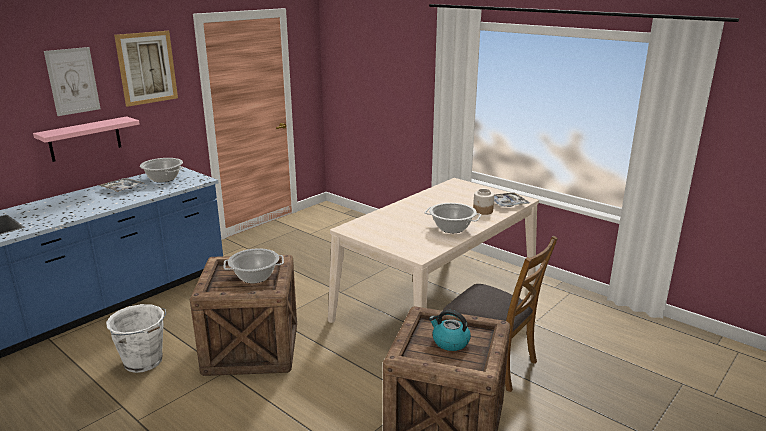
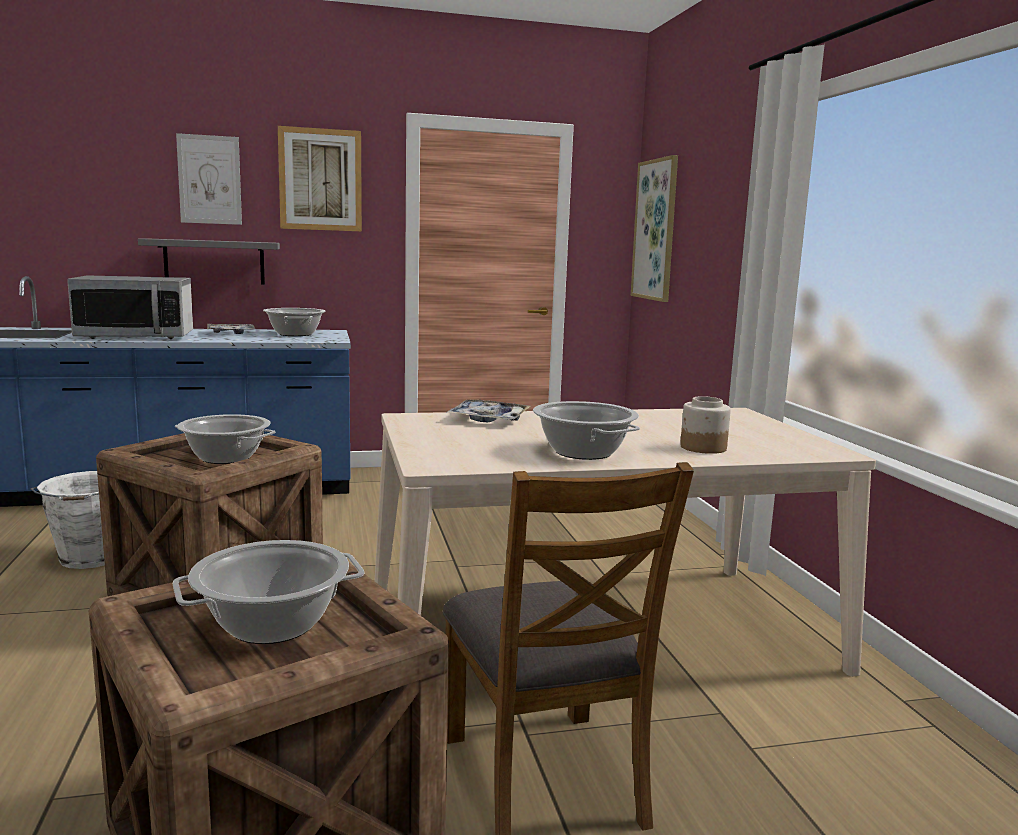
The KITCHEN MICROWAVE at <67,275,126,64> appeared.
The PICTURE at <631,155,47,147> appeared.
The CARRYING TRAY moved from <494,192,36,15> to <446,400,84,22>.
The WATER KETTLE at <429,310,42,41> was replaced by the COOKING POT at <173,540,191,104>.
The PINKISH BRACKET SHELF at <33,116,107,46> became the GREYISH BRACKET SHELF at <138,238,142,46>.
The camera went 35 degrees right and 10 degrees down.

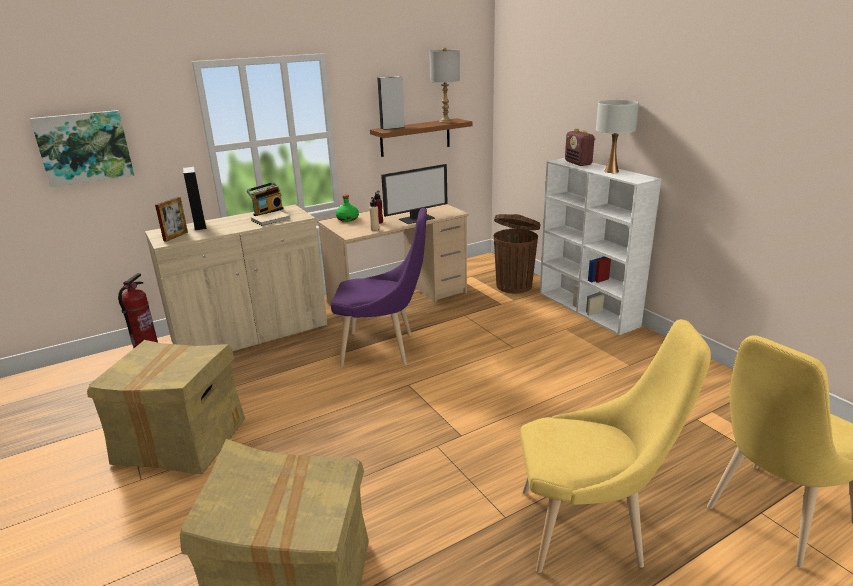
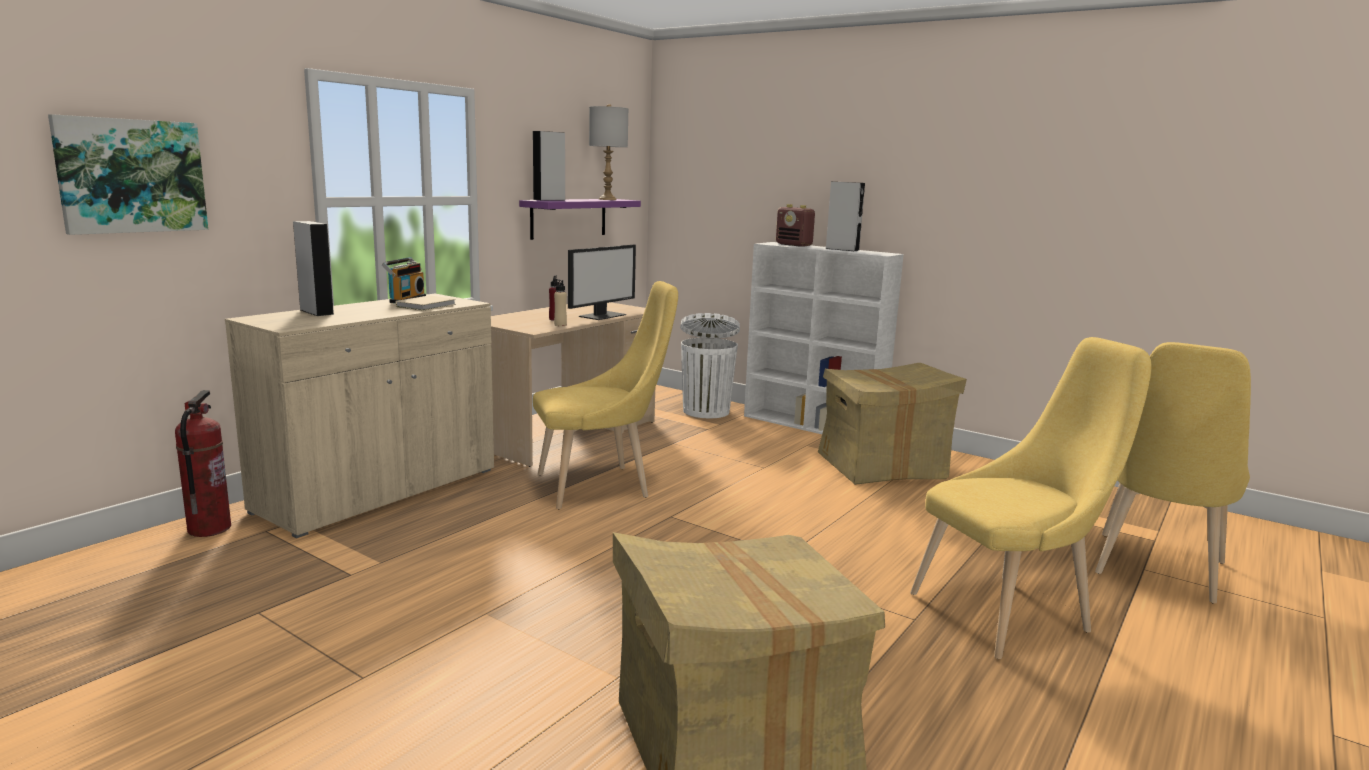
The STANDING FRAME at <155,197,33,45> disappeared.
The GREENISH BEVERAGE BOTTLE at <336,195,23,27> disappeared.
The CARDBOARD BOX moved from <87,340,158,134> to <818,363,149,122>.
The WHITISH TABLE LAMP at <596,100,43,73> was replaced by the GREYISH LOUDSPEAKER at <826,182,39,69>.
The PURPLISH PLAIN CHAIR at <331,208,96,159> became the YELLOW PLAIN CHAIR at <533,281,145,228>.
The BROWN-COLOURED BRACKET SHELF at <370,118,103,39> became the PURPLISH BRACKET SHELF at <519,199,122,41>.
The BROWN-COLOURED WASTE BIN at <494,214,46,79> became the WHITISH WASTE BIN at <680,313,60,105>.
The camera went 25 degrees left and 10 degrees down.

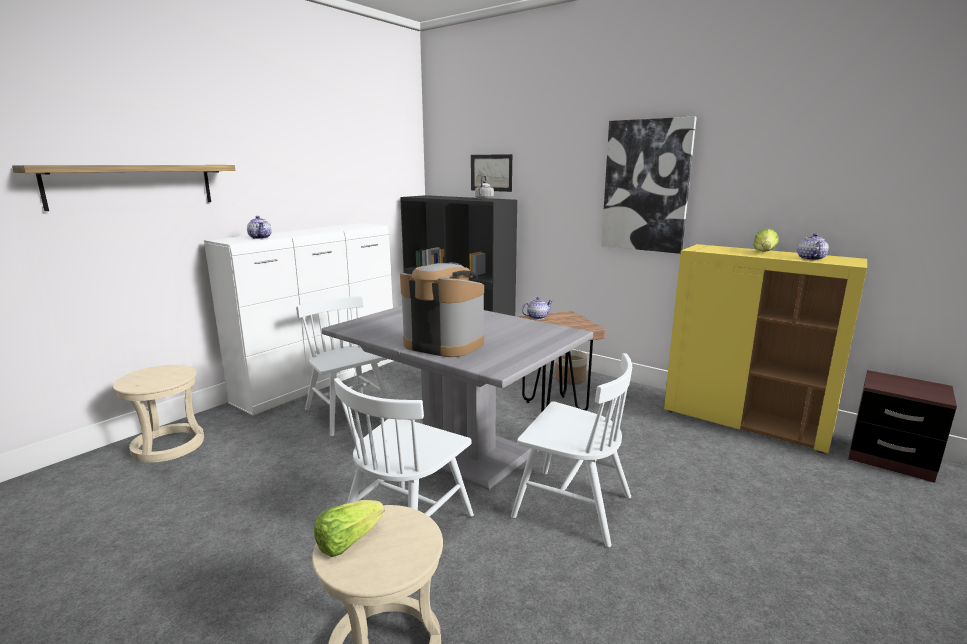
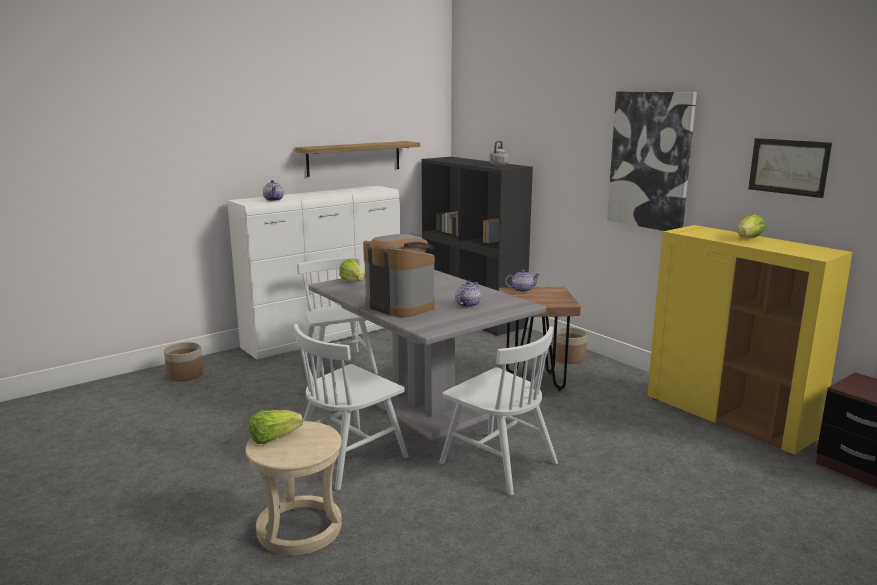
The LETTUCE HEAD at <339,259,25,23> appeared.
The BRACKET SHELF moved from <12,165,223,46> to <295,141,125,36>.
The PICTURE moved from <471,154,41,38> to <748,138,84,60>.
The TEAPOT moved from <797,233,32,28> to <455,281,26,27>.
The BEIGE STOOL at <113,365,91,98> was replaced by the FLOWER POT at <164,342,39,40>.
The camera went 15 degrees right and 0 degrees up.

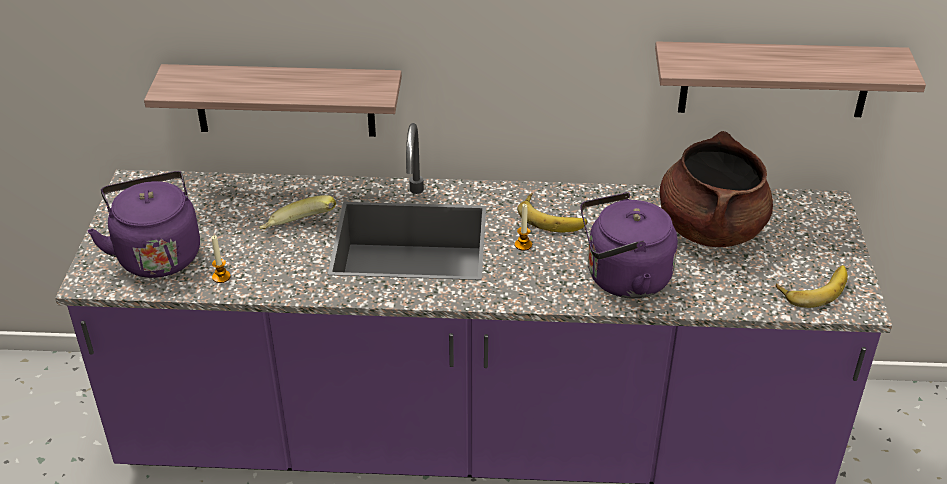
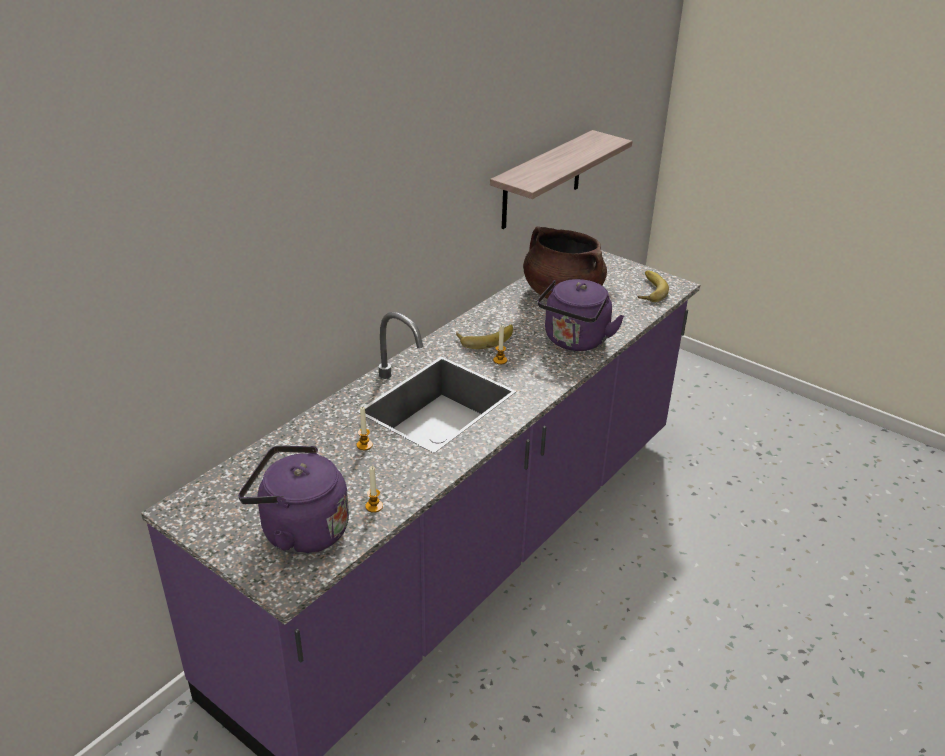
The BRACKET SHELF at <144,64,258,73> disappeared.
The BANANA at <259,195,77,35> was replaced by the WAX LIGHT at <356,406,17,44>.
The camera went 55 degrees left and 5 degrees down.

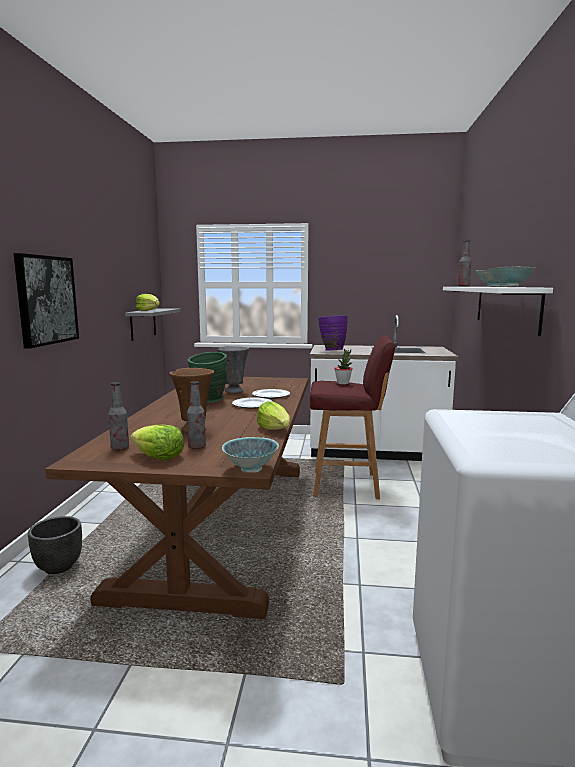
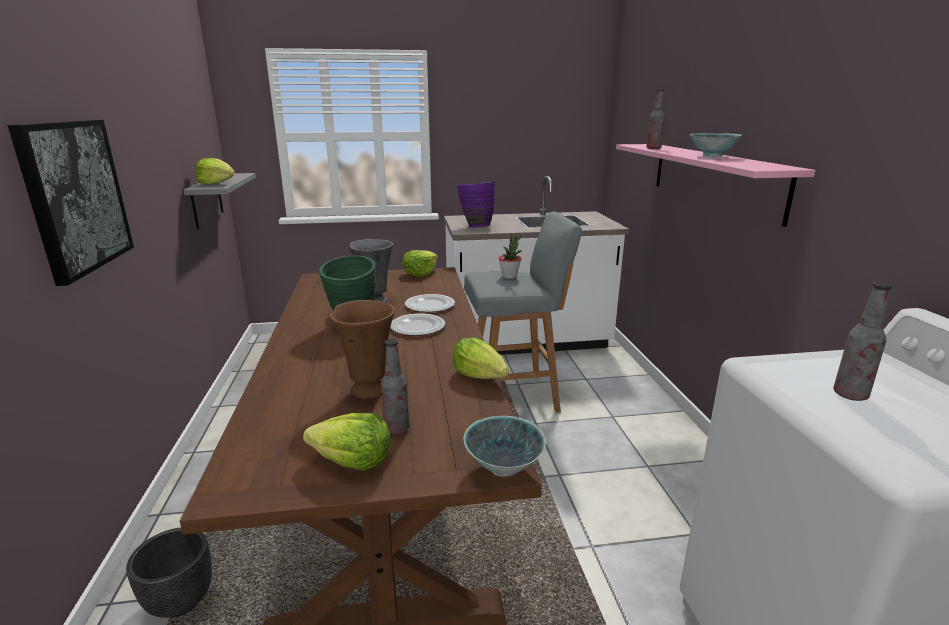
The BOWL at <487,267,49,20> disappeared.
The LETTUCE HEAD at <402,250,36,27> appeared.
The BEVERAGE BOTTLE moved from <108,382,21,69> to <833,282,59,119>.
The RED STOOL at <310,336,85,163> became the GREYISH STOOL at <464,212,118,201>.
The WHITISH BRACKET SHELF at <443,287,110,49> became the PINKISH BRACKET SHELF at <616,144,199,83>.
The camera went 15 degrees left and 10 degrees up.

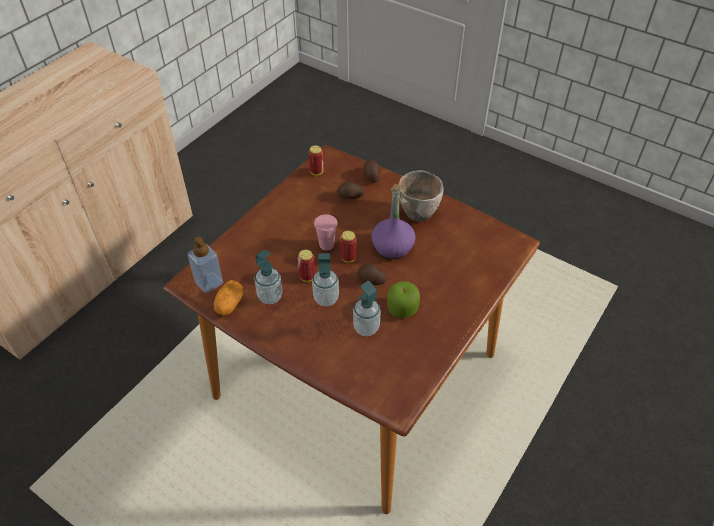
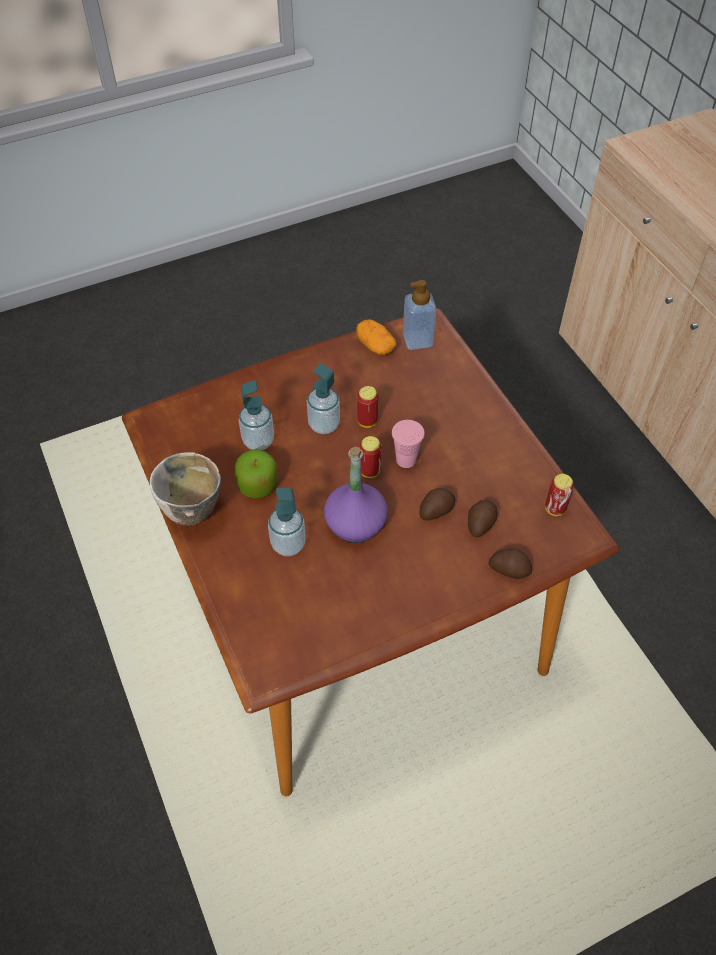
The LIQUID SOAP BOTTLE moved from <255,250,27,54> to <268,488,38,68>.
The POTATO moved from <358,264,29,21> to <419,488,36,33>.
The BOWL moved from <399,170,44,52> to <150,452,71,74>.
The camera went 120 degrees right and 5 degrees up.

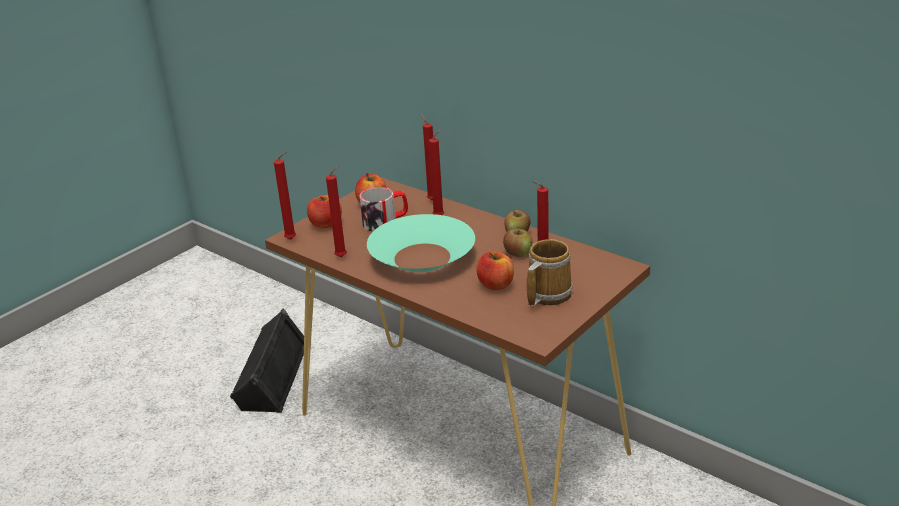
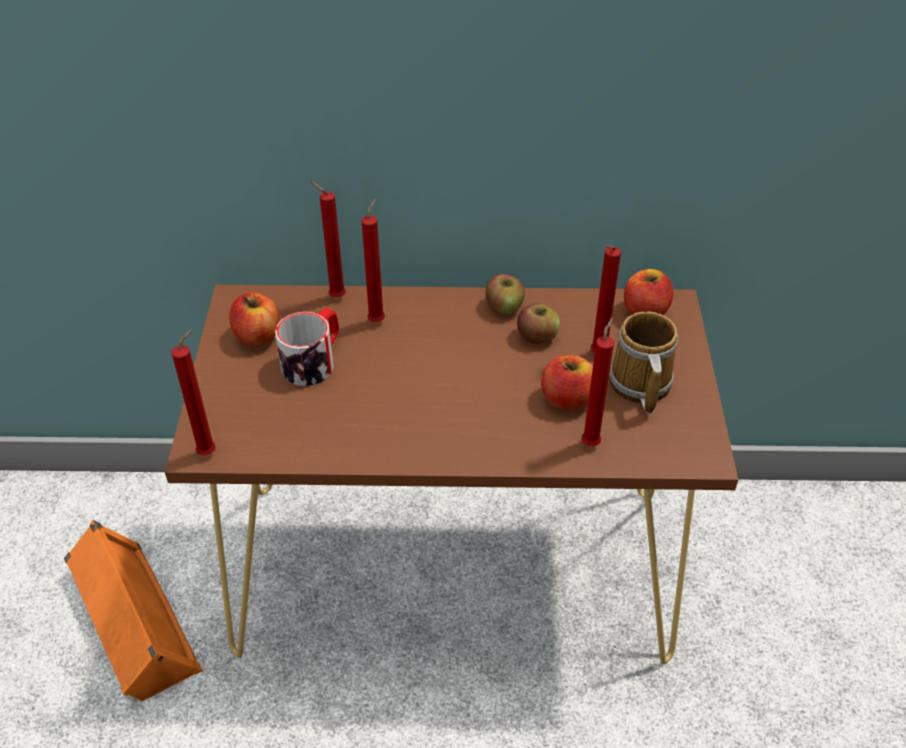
The BLUE-GREEN BOWL at <367,214,108,58> disappeared.
The APPLE moved from <307,195,35,33> to <624,269,50,46>.
The RED WAX LIGHT moved from <326,165,21,92> to <581,317,33,129>.
The BLACKISH LOUDSPEAKER at <230,308,74,105> became the ORANGEY LOUDSPEAKER at <64,520,139,181>.
The camera went 40 degrees left and 15 degrees up.

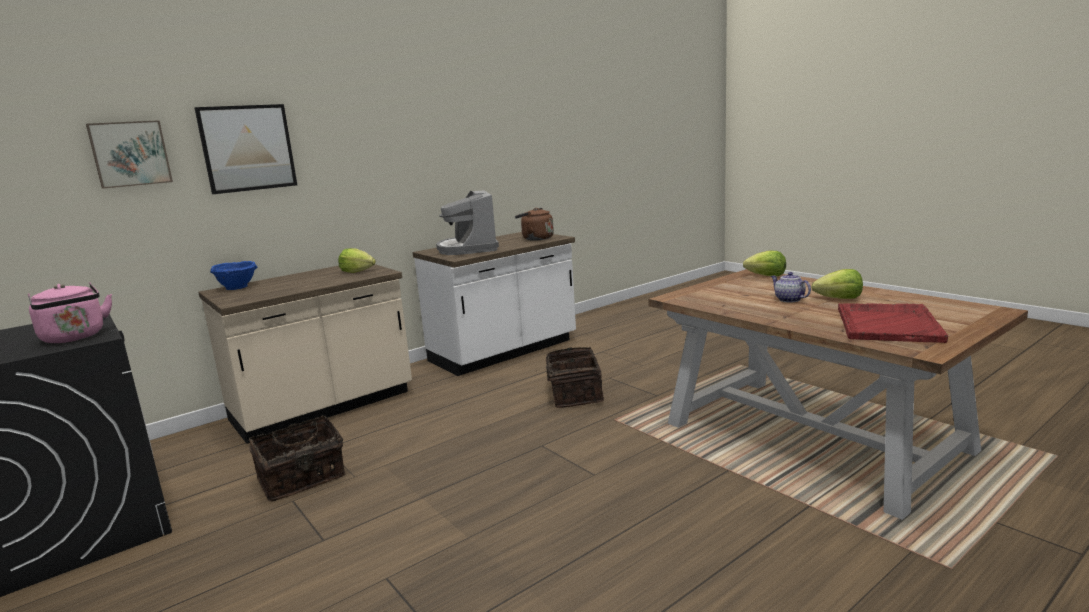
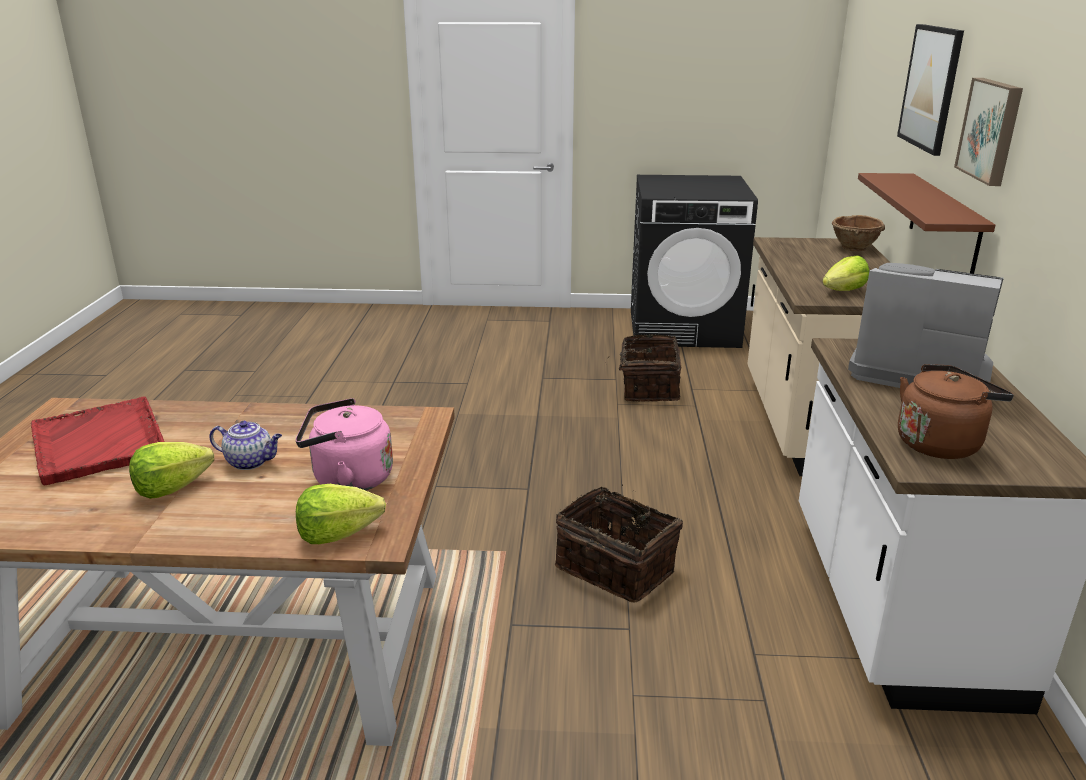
The BROWN-COLOURED BRACKET SHELF at <858,173,137,101> appeared.
The PINKISH WATER KETTLE moved from <28,282,84,61> to <295,398,98,92>.
The PICTURE moved from <86,120,87,69> to <954,78,69,108>.
The BLUE BOWL at <210,261,47,29> became the BROWN-COLOURED BOWL at <832,215,53,36>.
The camera went 130 degrees right and 10 degrees up.

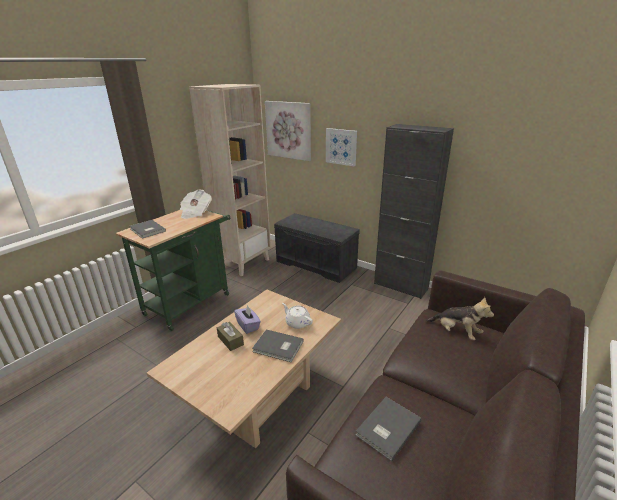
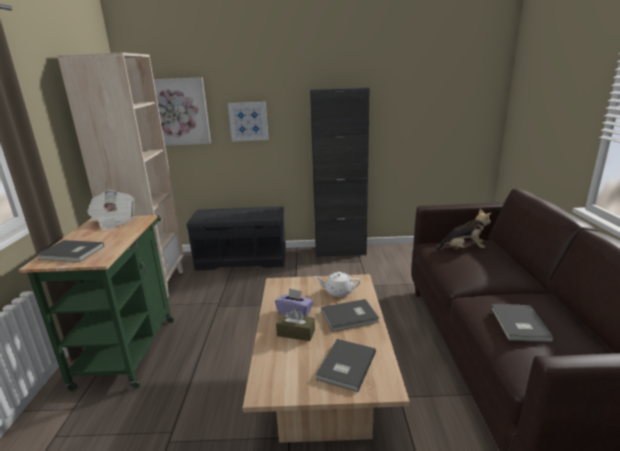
The GREYISH BOUND BOOK at <316,339,60,53> appeared.
The camera went 35 degrees left and 5 degrees down.

